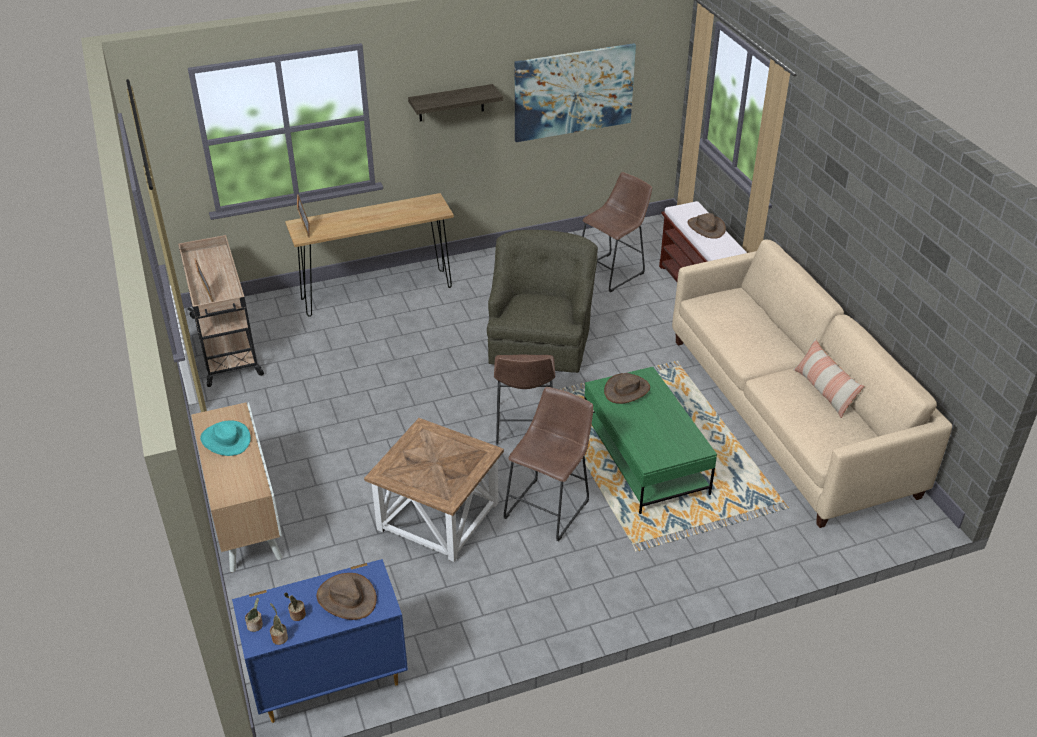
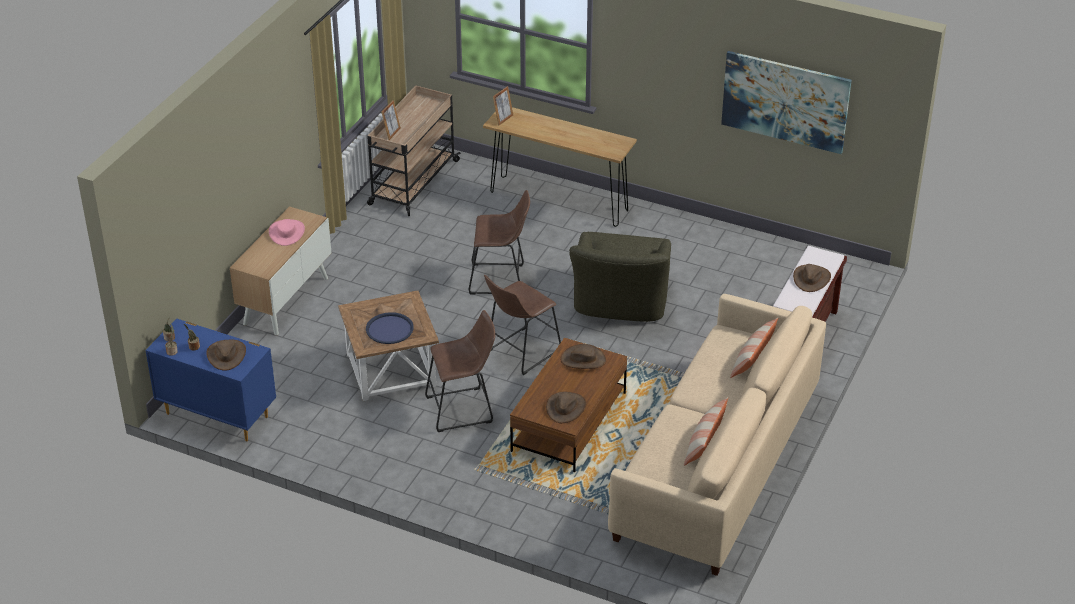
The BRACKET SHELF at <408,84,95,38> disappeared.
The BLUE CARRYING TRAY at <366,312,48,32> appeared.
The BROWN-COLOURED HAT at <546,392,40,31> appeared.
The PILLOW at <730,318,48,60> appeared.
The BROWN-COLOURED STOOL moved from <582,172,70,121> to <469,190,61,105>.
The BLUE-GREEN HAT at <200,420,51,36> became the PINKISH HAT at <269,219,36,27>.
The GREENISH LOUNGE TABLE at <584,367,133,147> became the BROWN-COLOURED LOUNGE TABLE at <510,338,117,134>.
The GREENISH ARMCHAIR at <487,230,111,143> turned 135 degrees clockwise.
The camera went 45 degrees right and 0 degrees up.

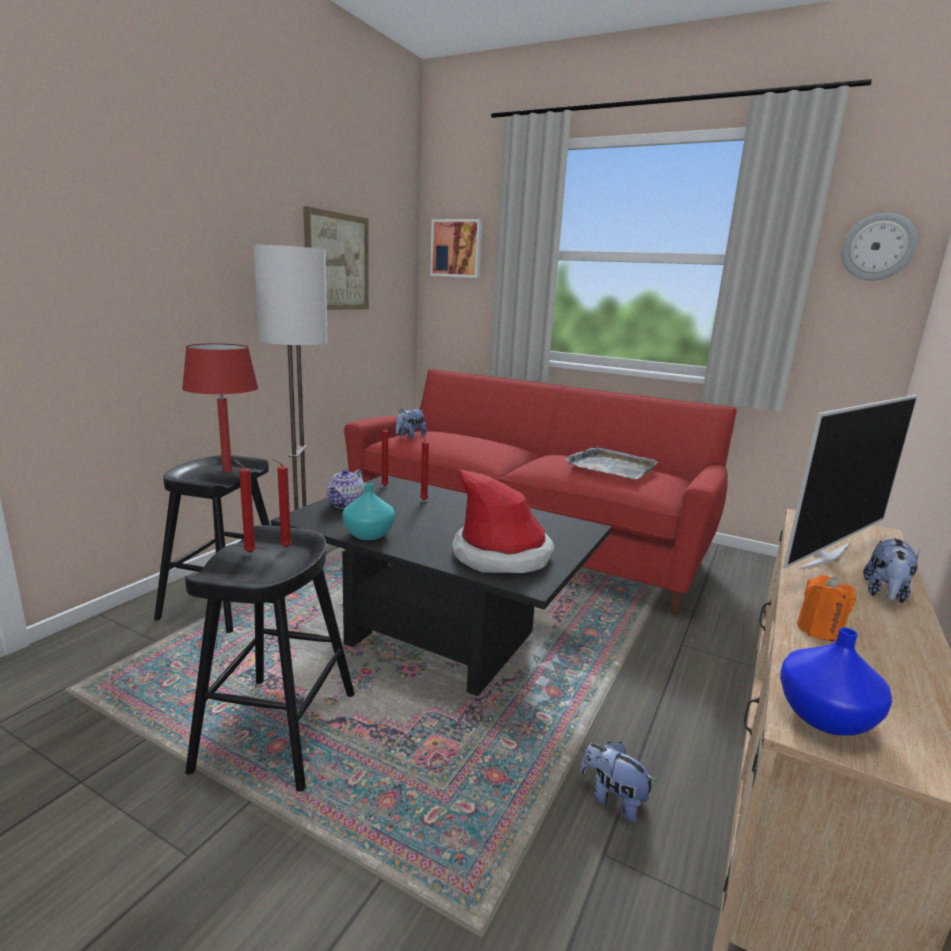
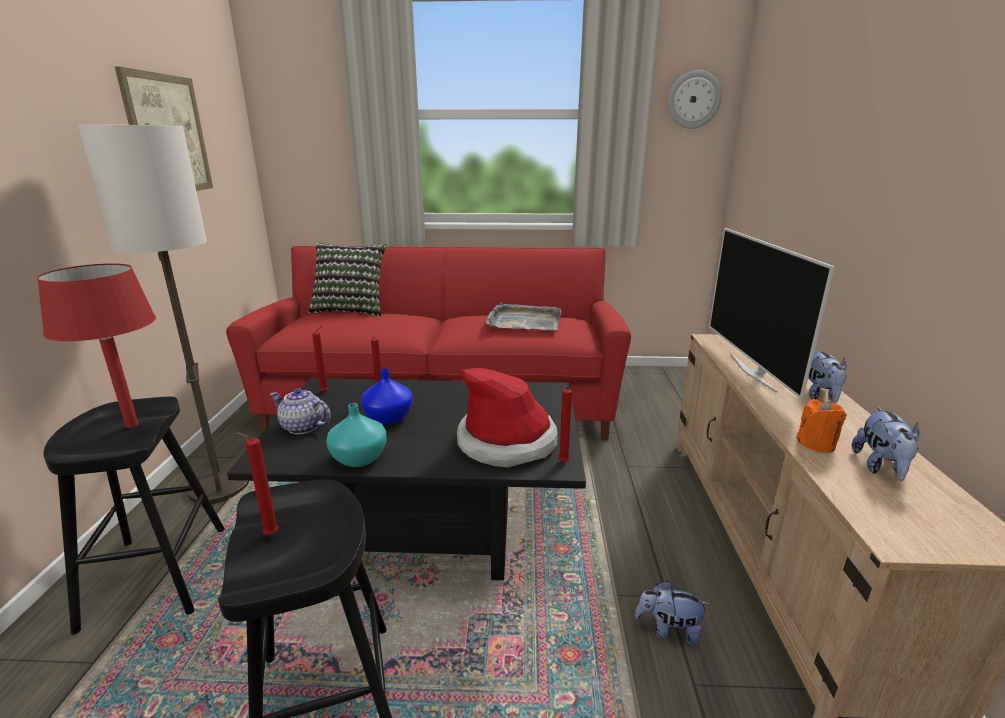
The PICTURE at <430,219,53,59> disappeared.
The PILLOW at <308,242,79,74> appeared.
The RED WAX LIGHT moved from <271,458,21,89> to <558,384,14,78>.
The PLUSH TOY moved from <396,408,30,30> to <852,407,67,74>.
The BLUE DECORATIVE VASE moved from <780,627,112,109> to <361,369,52,56>.
The TEAPOT at <327,469,38,40> turned 120 degrees clockwise.
The TV SET at <783,395,135,175> turned 150 degrees clockwise.
The camera went 25 degrees left and 5 degrees up.

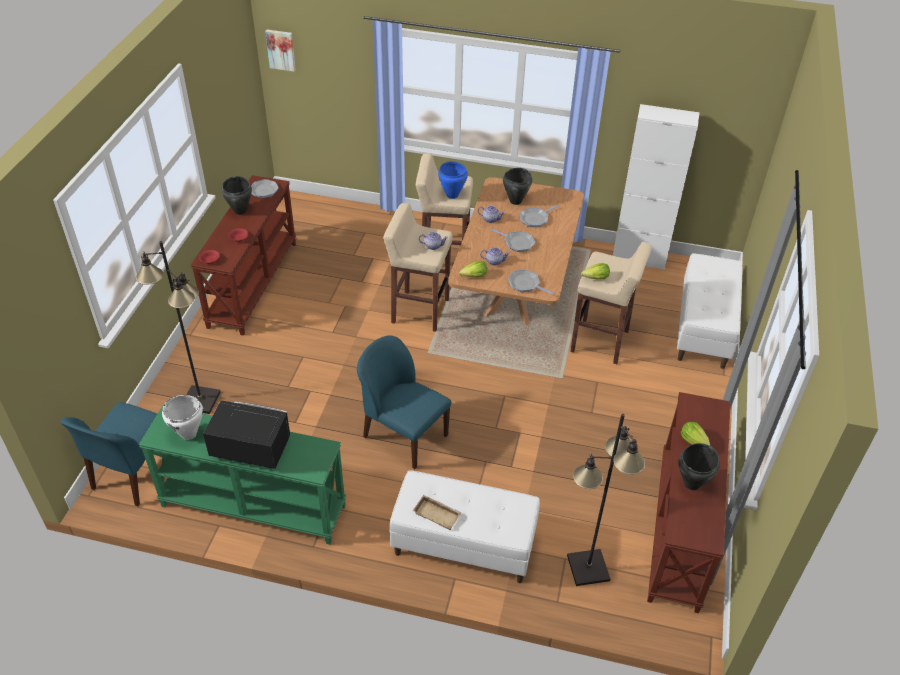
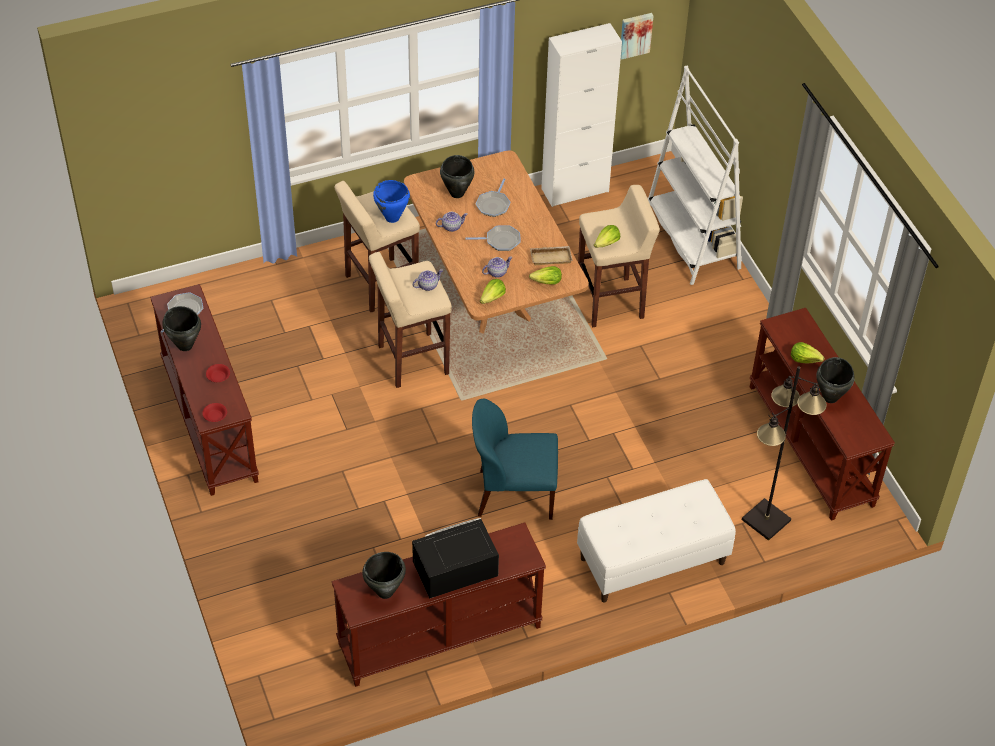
The BLUE PLAIN CHAIR at <61,402,96,105> disappeared.
The BLACKISH STANDING LAMP at <136,241,85,173> disappeared.
The PICTURE moved from <265,30,31,42> to <621,13,33,47>.
The BEIGE CARRYING TRAY moved from <413,495,48,35> to <530,246,43,19>.
The FRYING PAN at <508,270,46,25> was replaced by the LETTUCE HEAD at <529,266,33,19>.
The WHITISH BENCH at <677,253,66,116> was replaced by the WHITISH SHELVING UNIT at <648,66,95,219>.
The GREENISH CONSOLE TABLE at <139,406,207,139> became the BROWN-COLOURED CONSOLE TABLE at <332,523,214,164>.
The WHITISH COOKING POT at <162,395,41,45> became the BLACKISH COOKING POT at <362,552,44,47>.
The camera went 35 degrees left and 5 degrees up.

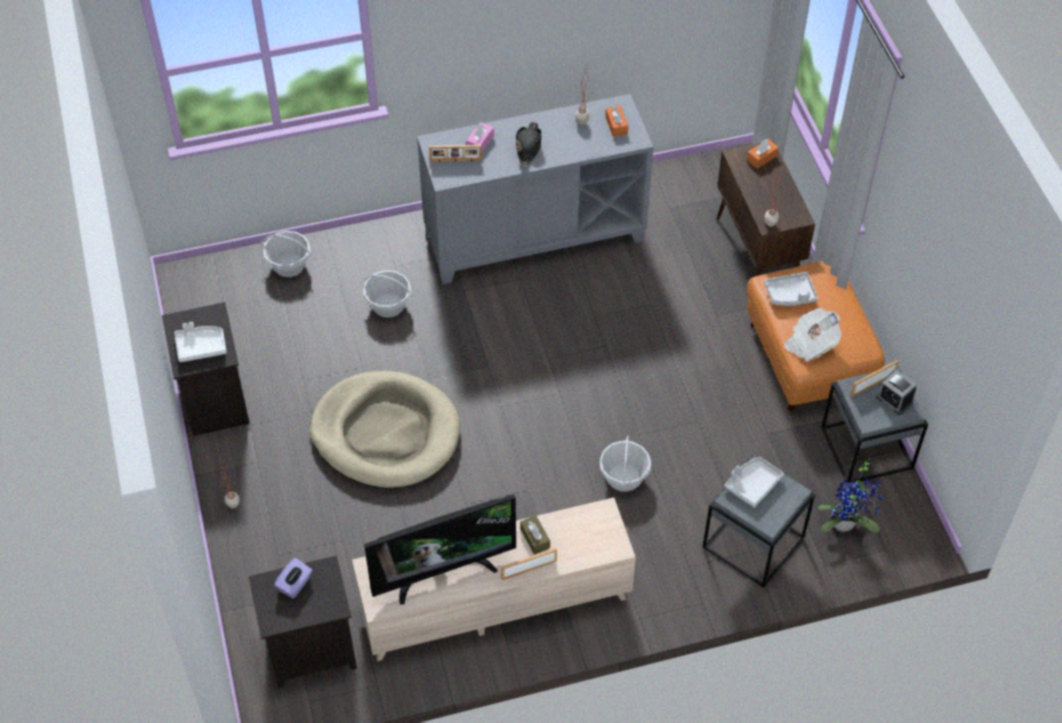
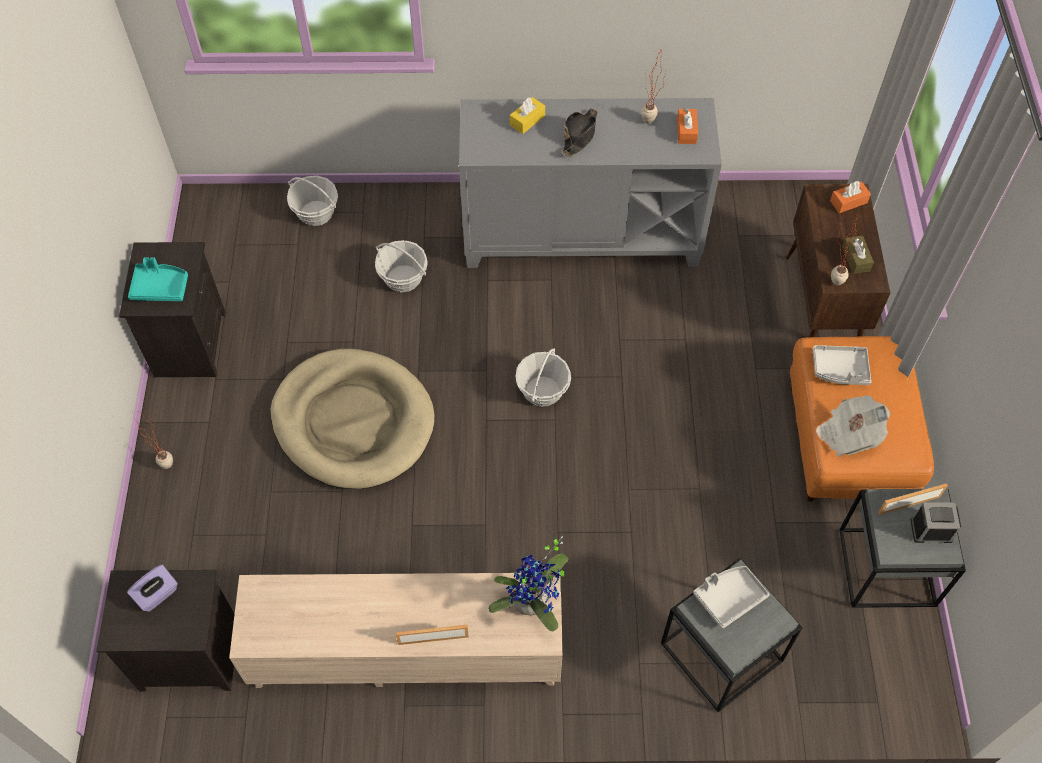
The TV SET at <364,494,152,111> disappeared.
The STANDING FRAME at <429,145,53,17> disappeared.
The BROWN-COLOURED TISSUE HOLDER moved from <520,515,30,40> to <842,235,32,39>.
The STORAGE BASKET moved from <600,436,51,56> to <515,348,56,59>.
The HOUSEPLANT moved from <818,458,65,75> to <488,536,80,95>.
The WHITISH CARRYING TRAY at <174,322,53,40> became the BLUE-GREEN CARRYING TRAY at <128,257,60,44>.
The PINKISH TISSUE HOLDER at <466,122,28,30> became the YELLOW TISSUE HOLDER at <510,97,35,37>.
The BEDSIDE CLOCK at <876,369,41,46> turned 120 degrees clockwise.
The camera went 15 degrees right and 5 degrees up.

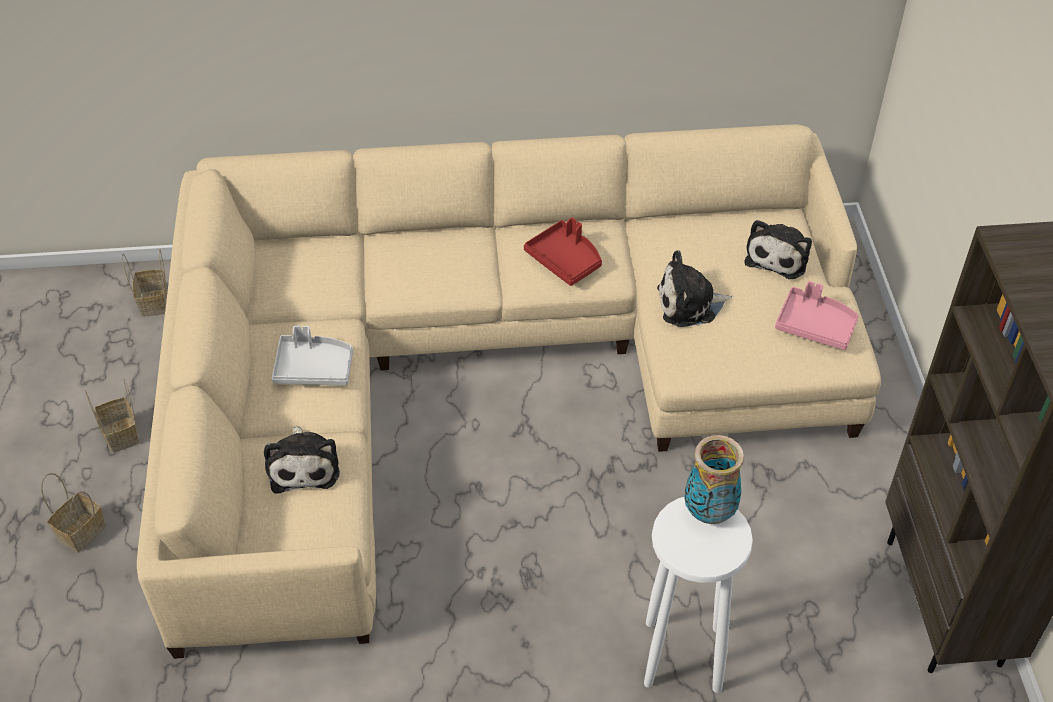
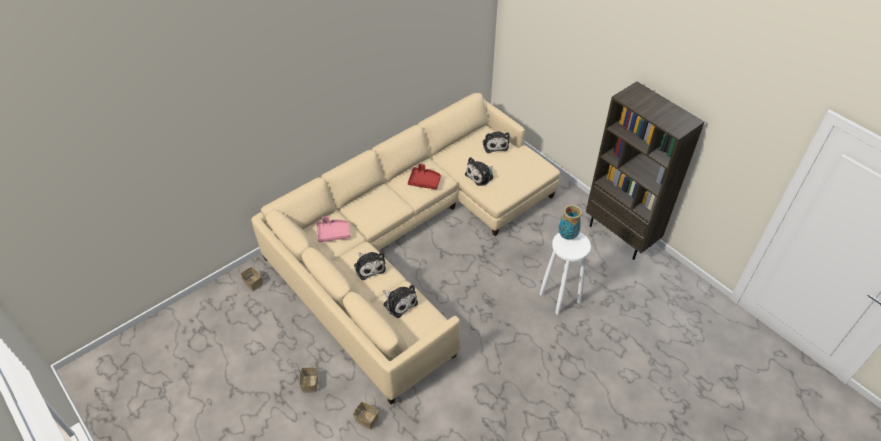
The STORAGE BASKET moved from <85,377,55,75> to <353,392,26,38>.
The PINKISH CARRYING TRAY moved from <775,281,84,69> to <316,216,34,26>.
The GREYISH CARRYING TRAY at <272,326,81,59> was replaced by the PLUSH TOY at <354,252,32,28>.
The camera went 35 degrees left and 0 degrees up.

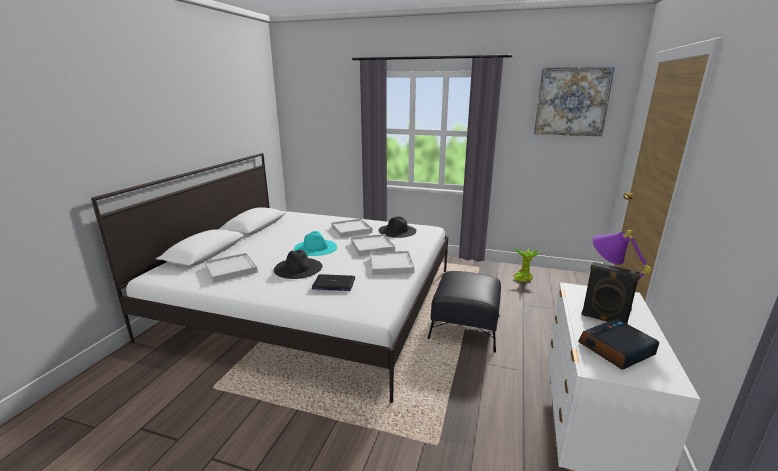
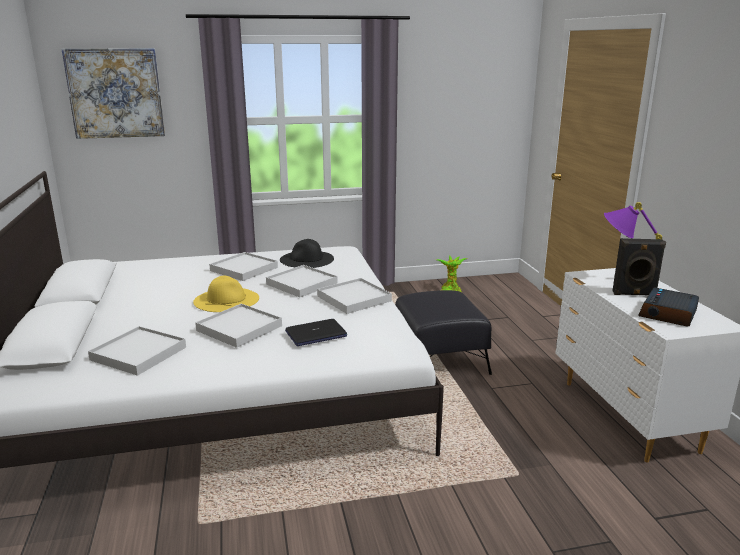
The PICTURE moved from <534,67,81,69> to <62,48,103,91>.
The BLACKISH HAT at <274,250,48,29> was replaced by the WHITISH CARRYING TRAY at <195,303,87,45>.
The BLUE-GREEN HAT at <294,231,43,25> became the YELLOW HAT at <193,275,66,37>.
The camera went 30 degrees left and 0 degrees up.

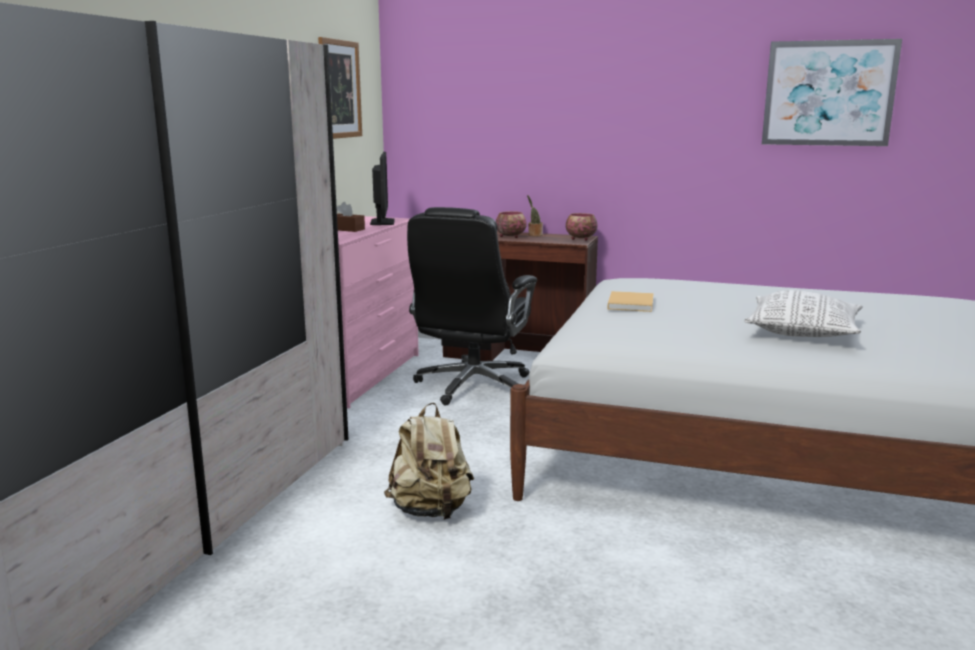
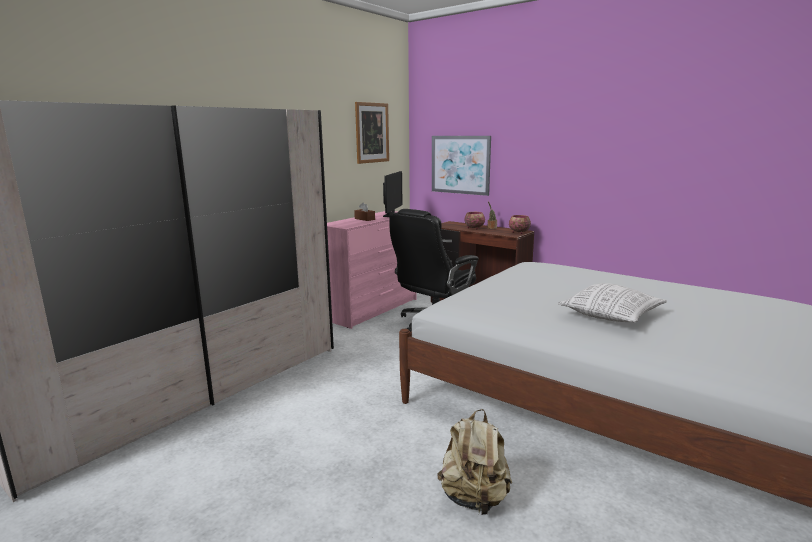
The BEIGE BOUND BOOK at <607,291,46,21> disappeared.
The BEIGE RUCKSACK moved from <384,403,90,117> to <437,409,75,106>.
The PICTURE moved from <762,39,140,107> to <432,136,59,60>.
The camera went 20 degrees right and 0 degrees up.

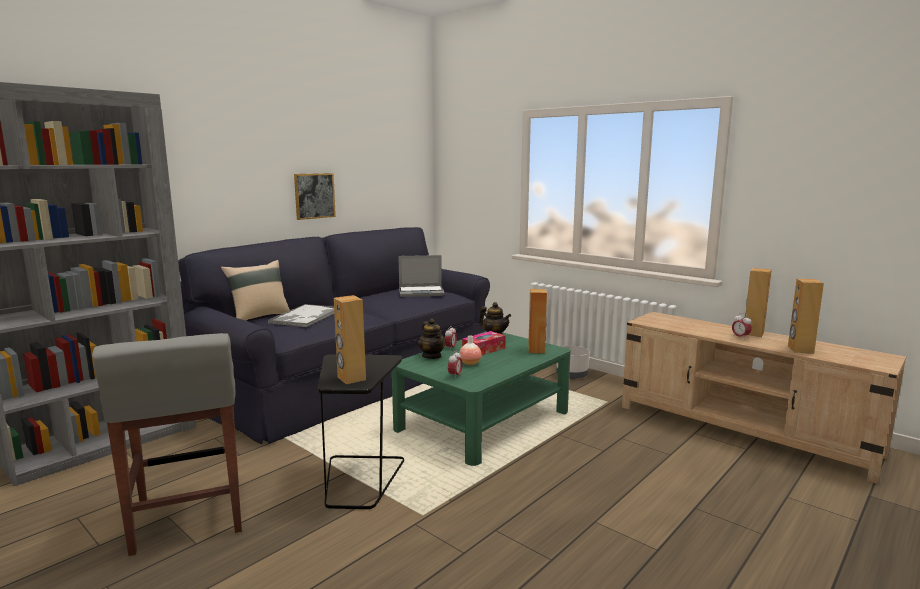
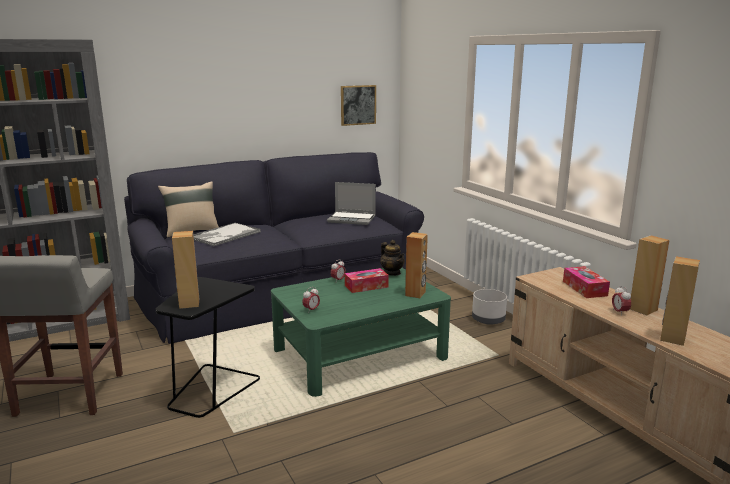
The TEAPOT at <418,318,28,41> disappeared.
The DECORATIVE VASE at <459,335,22,30> disappeared.
The TISSUE HOLDER at <563,266,47,32> appeared.
The PICTURE moved from <294,173,42,47> to <341,85,35,41>.
The camera went 20 degrees right and 5 degrees up.

